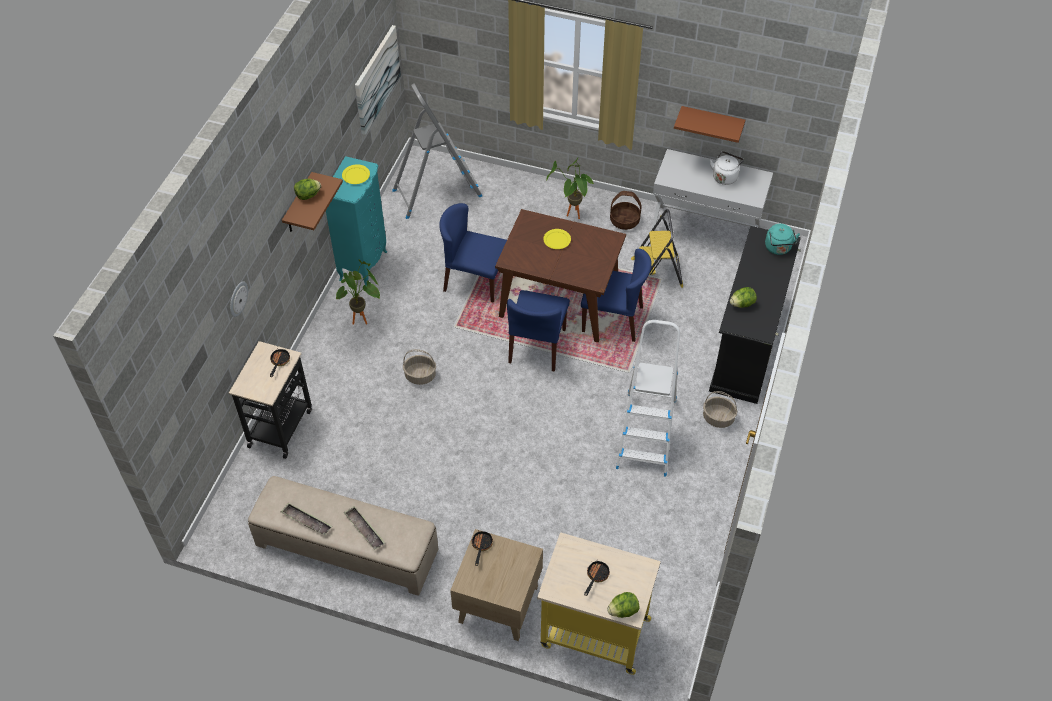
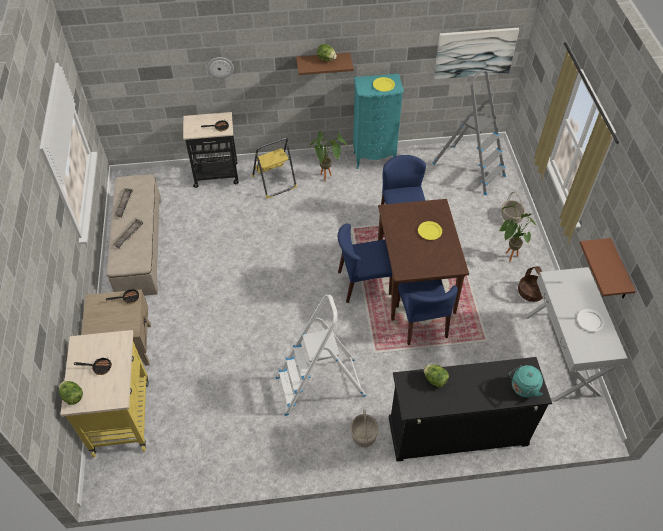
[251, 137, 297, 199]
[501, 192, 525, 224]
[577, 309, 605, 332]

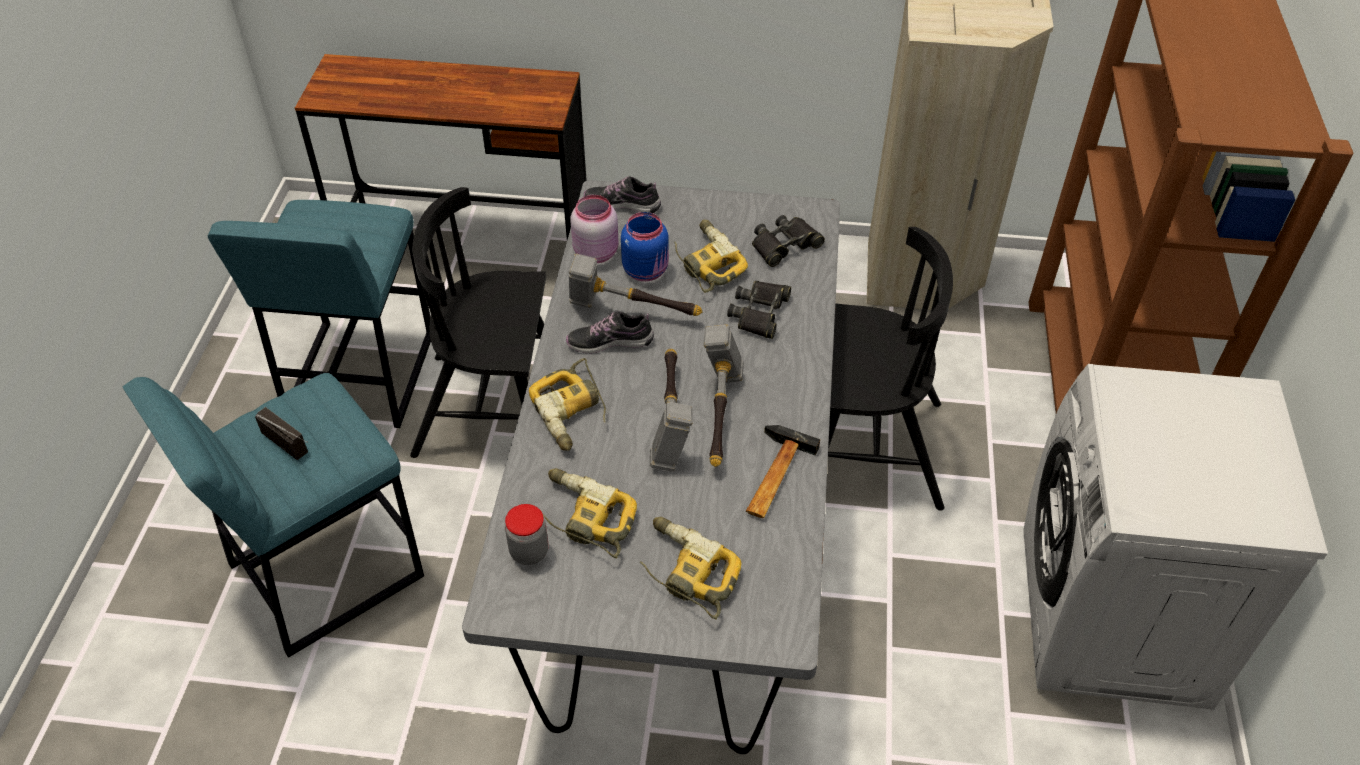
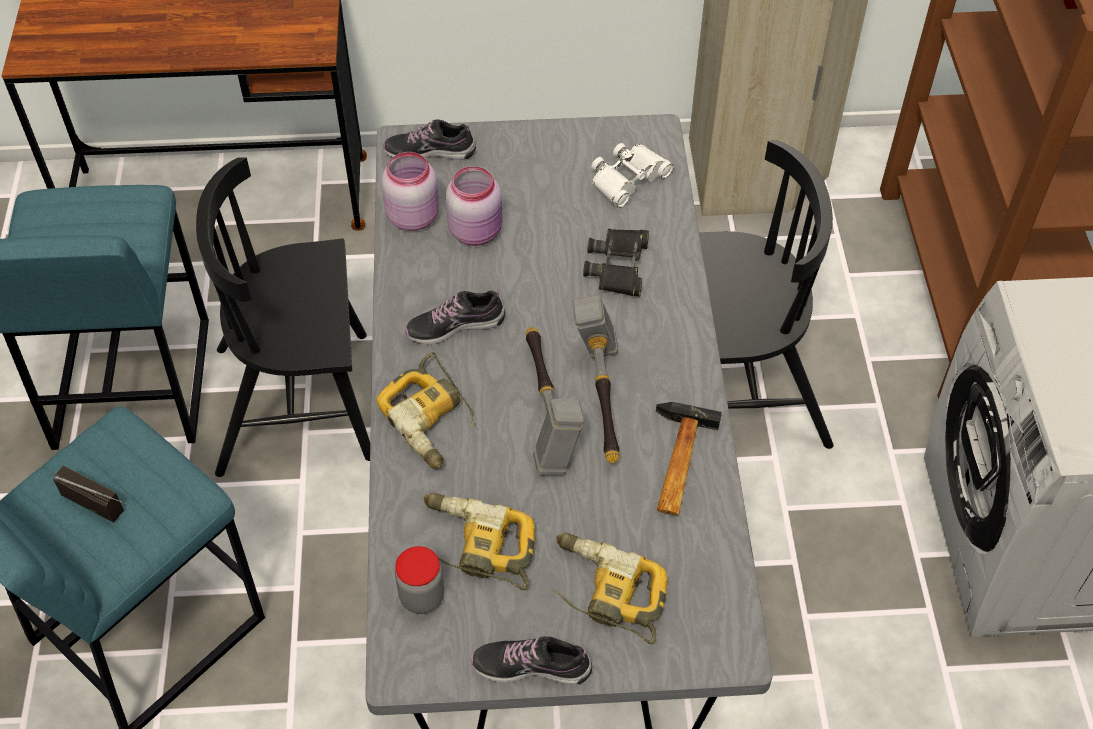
[446, 166, 503, 246]
[470, 636, 592, 685]
[591, 143, 674, 208]
[569, 254, 703, 316] (first image)
[674, 220, 748, 293] (first image)

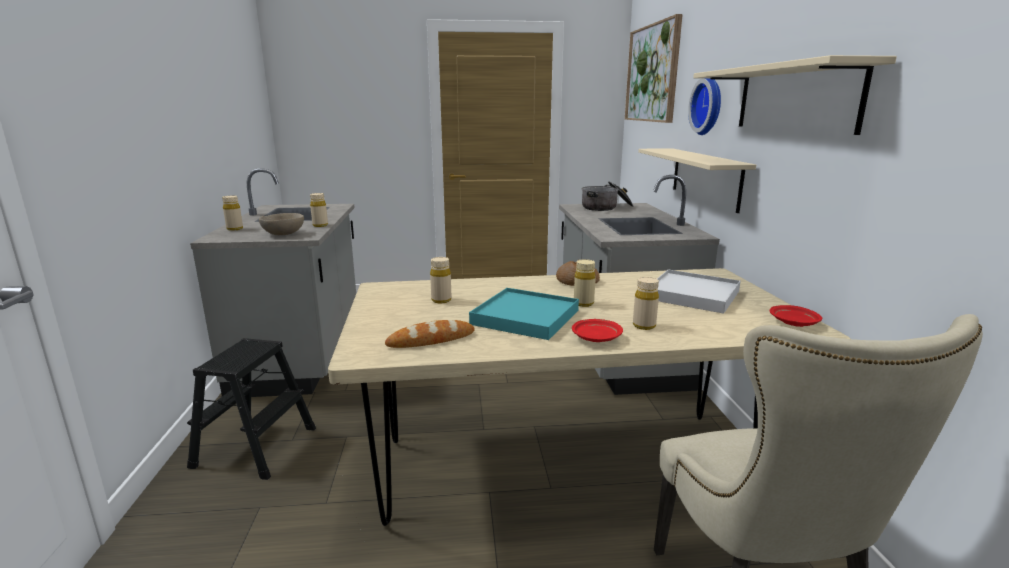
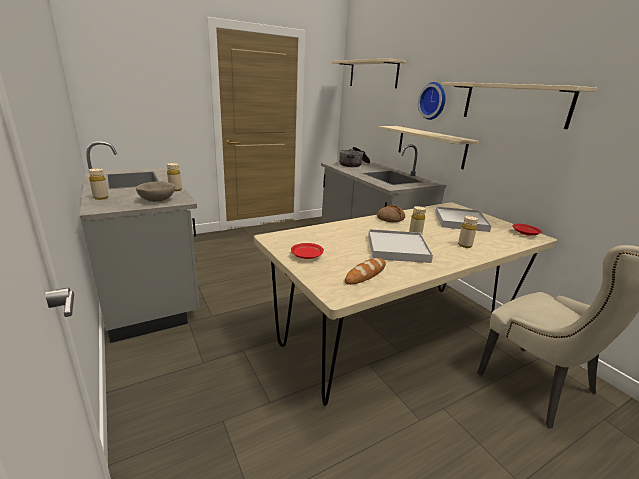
[291, 243, 324, 259]
[332, 58, 407, 88]
[368, 229, 433, 263]
[187, 338, 316, 480] (first image)
[430, 257, 452, 304] (first image)

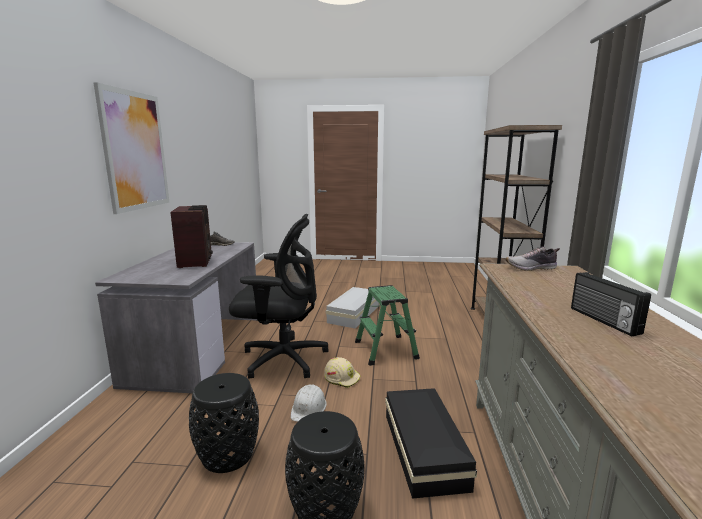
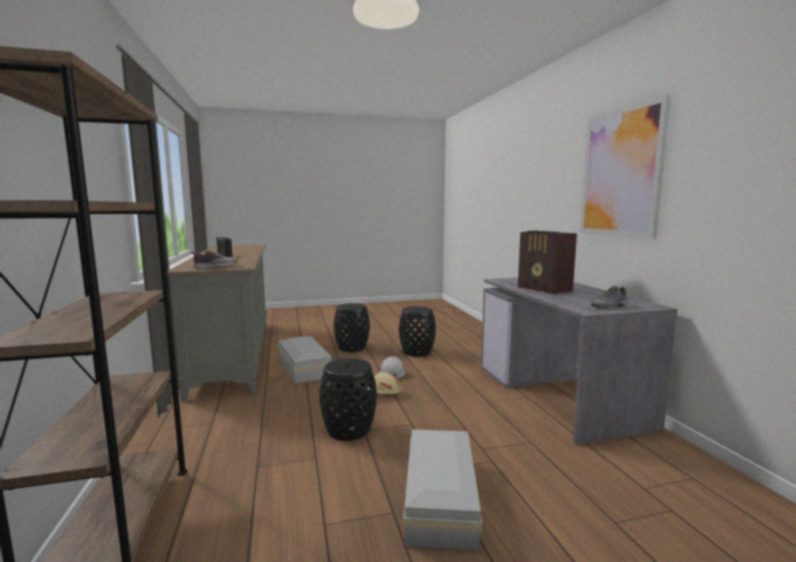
[278, 336, 332, 384]
[319, 358, 377, 441]
[229, 214, 328, 379] (first image)

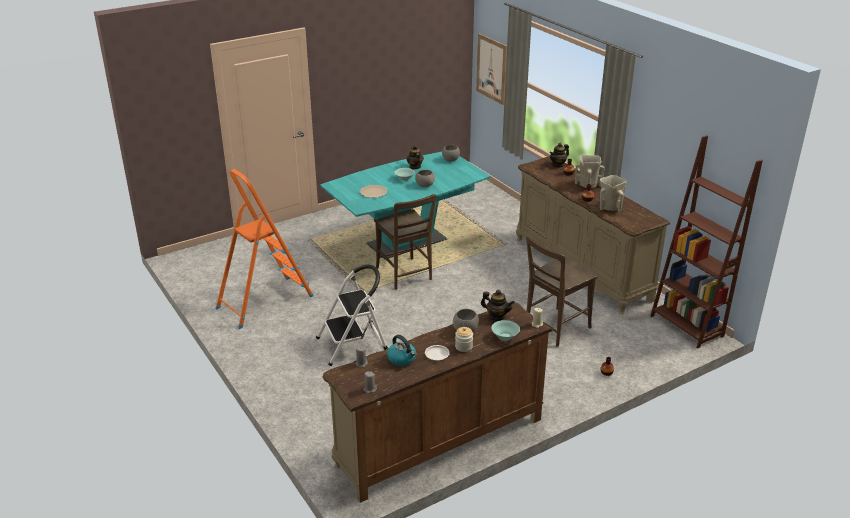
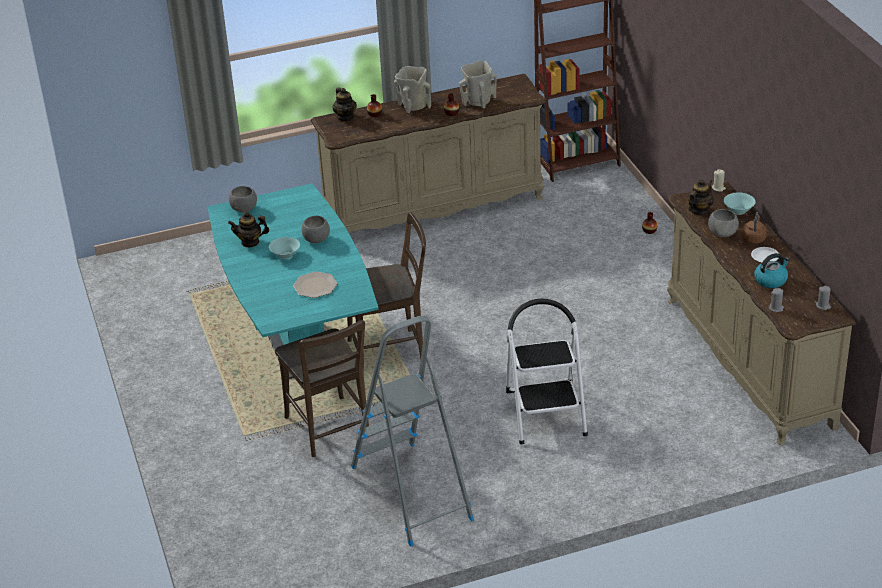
[275, 320, 369, 457]
[351, 316, 474, 546]
[741, 212, 767, 244]
[476, 34, 507, 105] (first image)

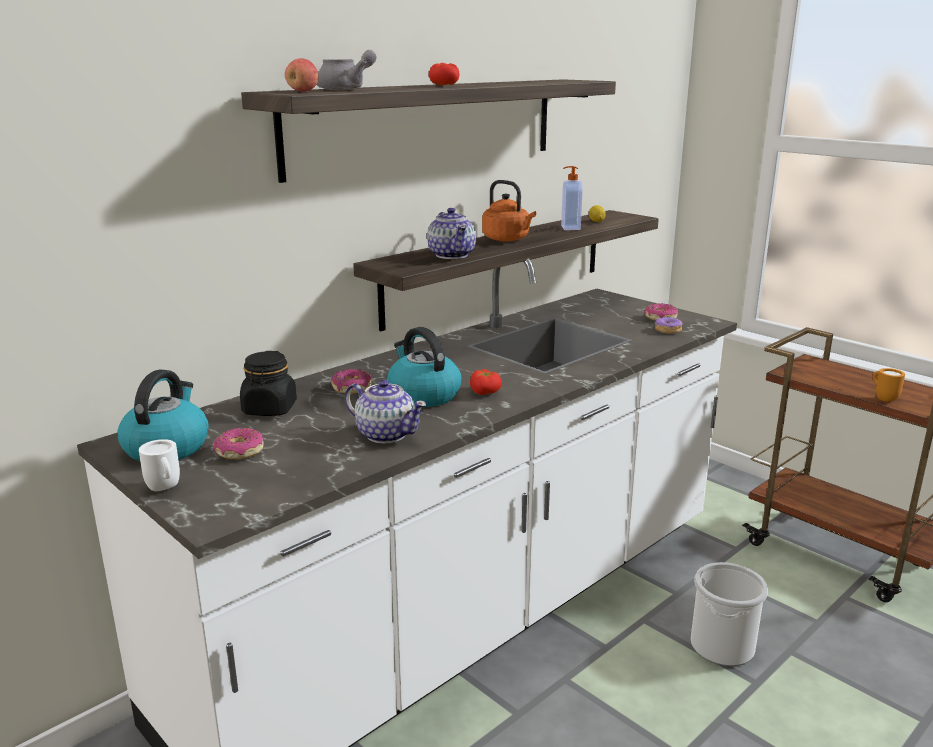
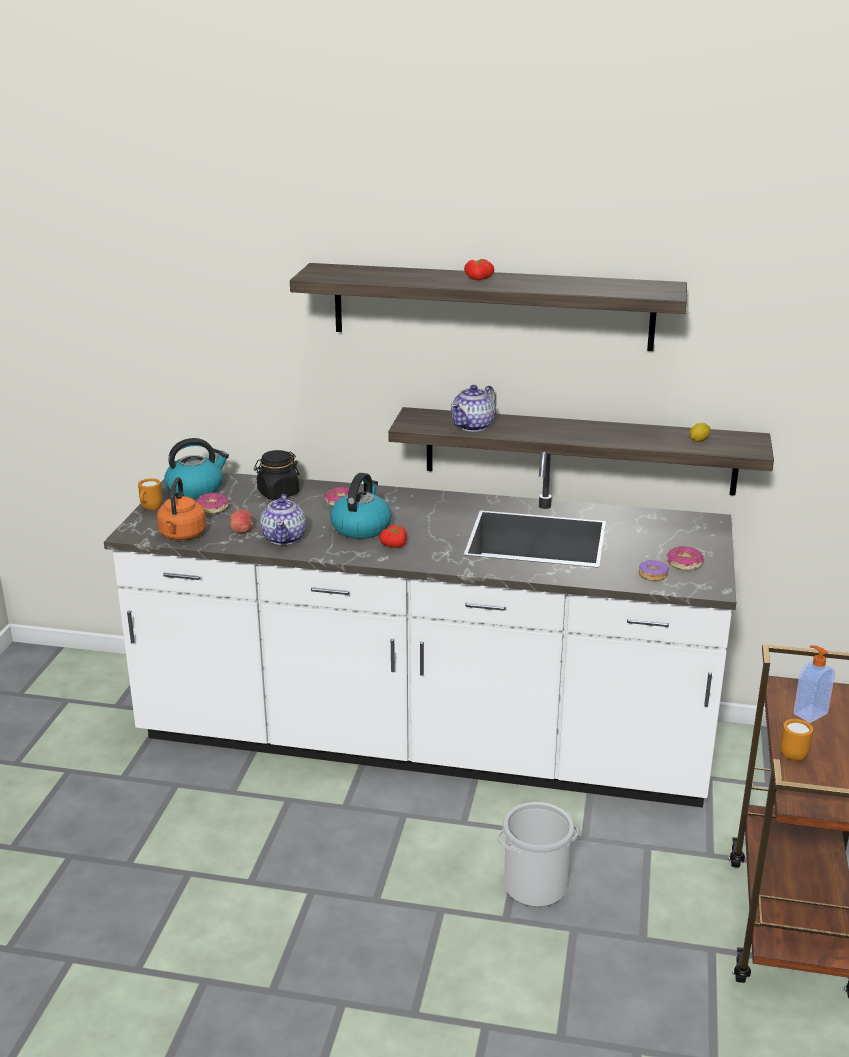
[138, 478, 162, 510]
[157, 477, 206, 540]
[230, 509, 253, 533]
[793, 645, 835, 723]
[317, 50, 377, 90] (first image)

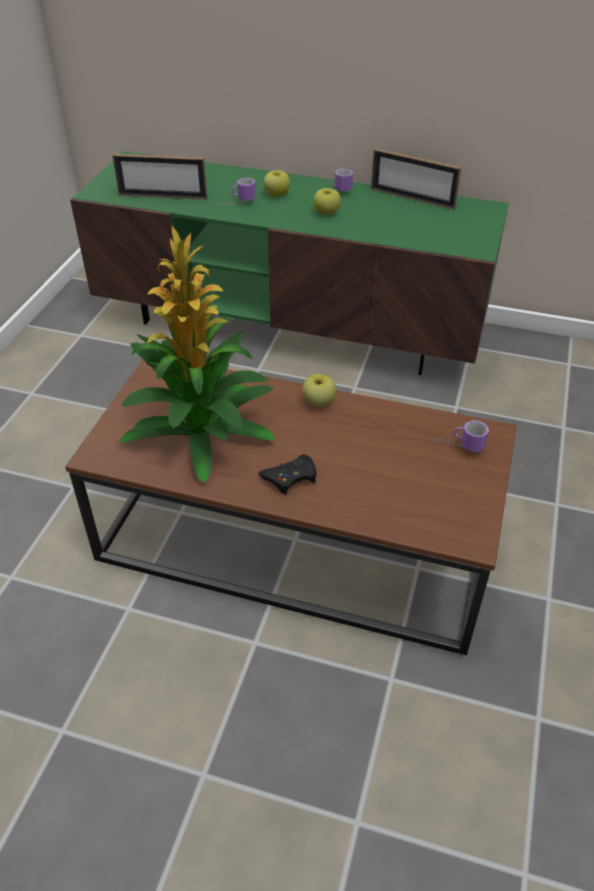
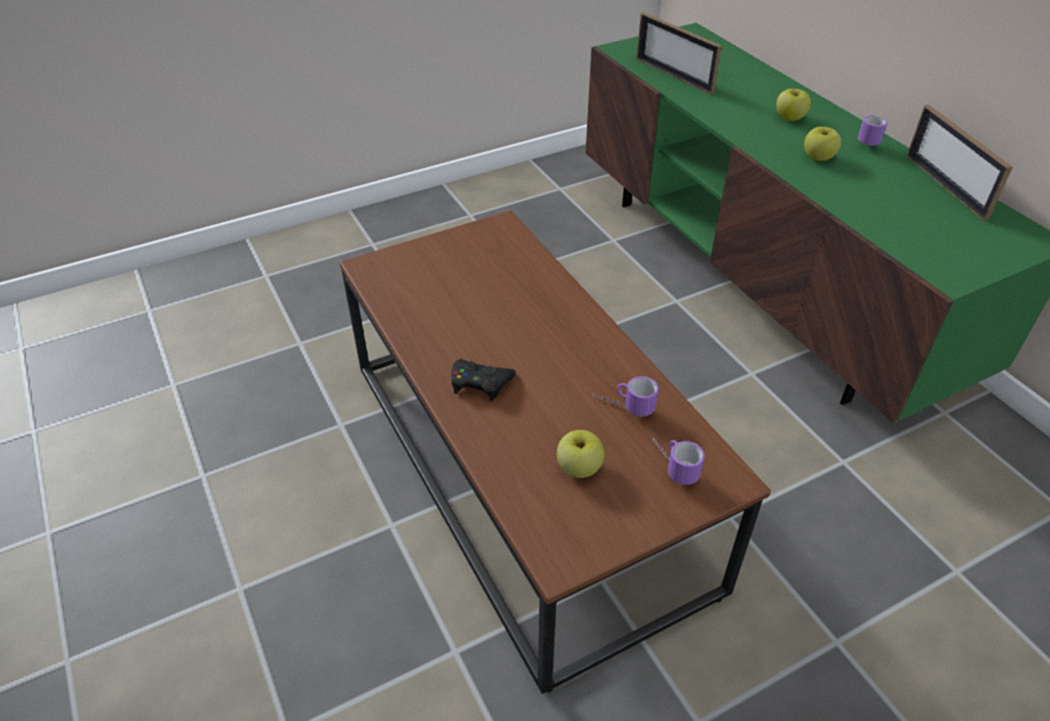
[557, 430, 604, 478]
[592, 376, 659, 416]
[119, 226, 275, 483] (first image)

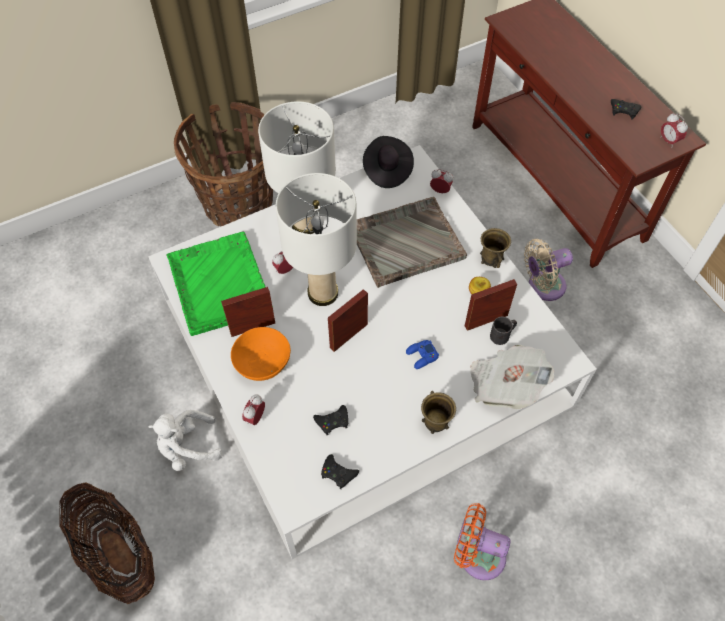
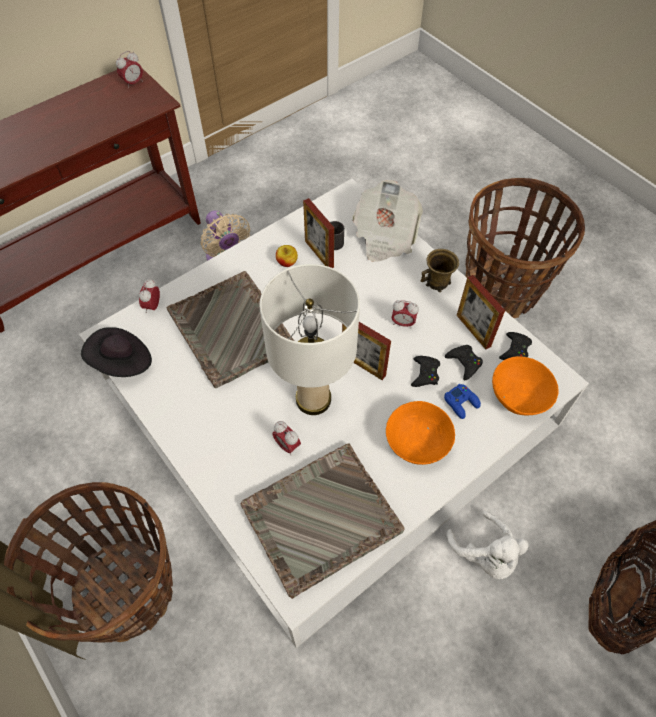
[241, 443, 405, 599]
[391, 300, 419, 329]
[411, 356, 440, 387]
[444, 384, 481, 419]
[457, 275, 505, 350]
[466, 178, 585, 318]
[492, 356, 559, 415]
[258, 101, 336, 234] (first image)
[480, 228, 511, 268] (first image)

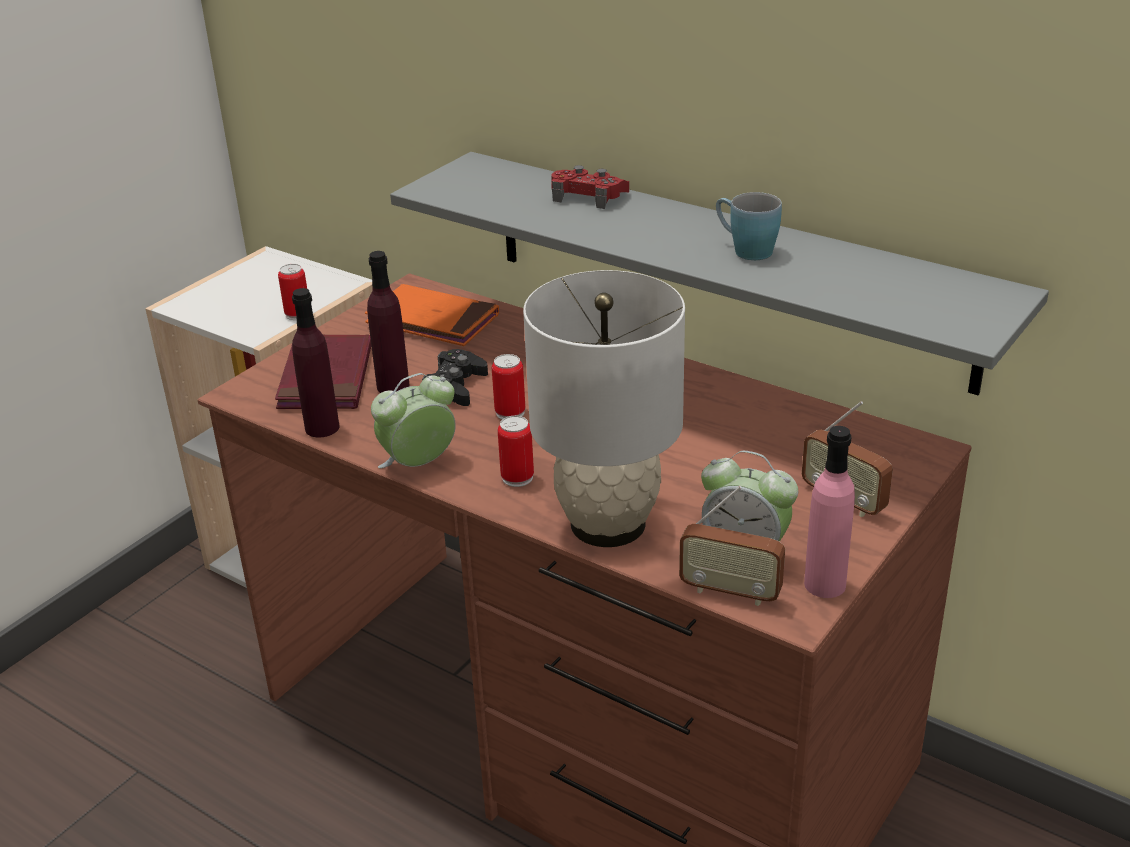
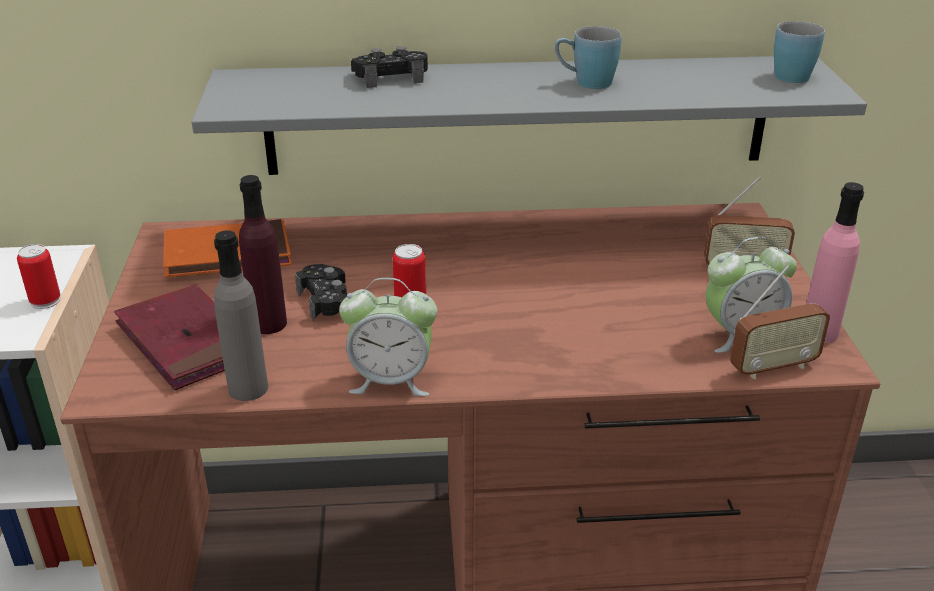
[214, 230, 268, 401]
[339, 278, 437, 396]
[351, 46, 428, 88]
[774, 21, 825, 83]
[498, 416, 534, 487] (first image)
[523, 270, 685, 547] (first image)

